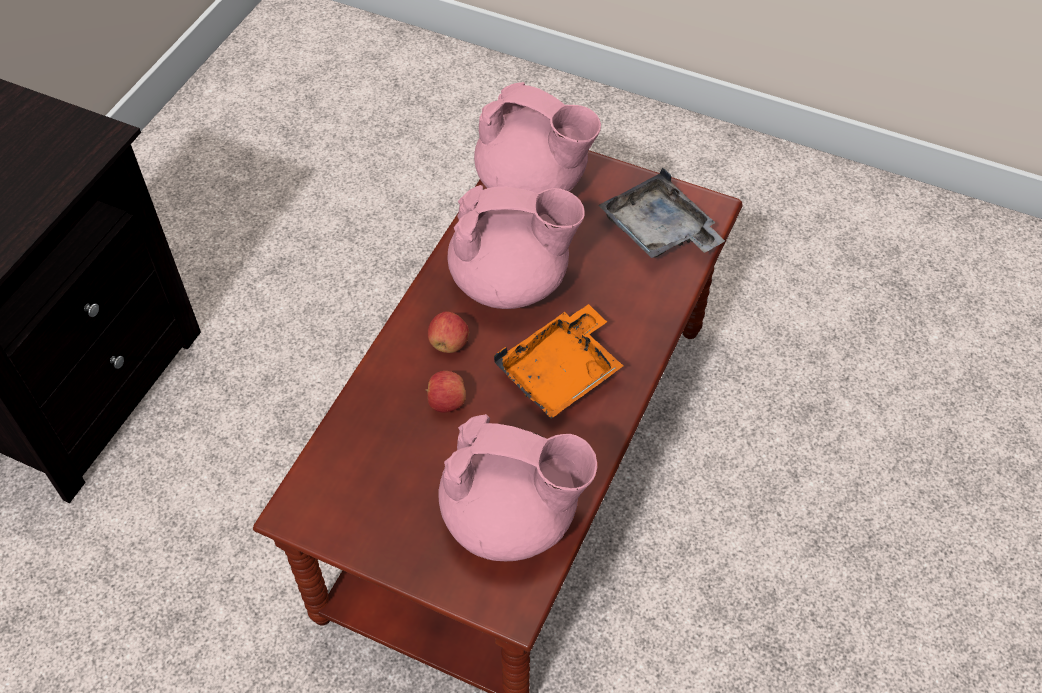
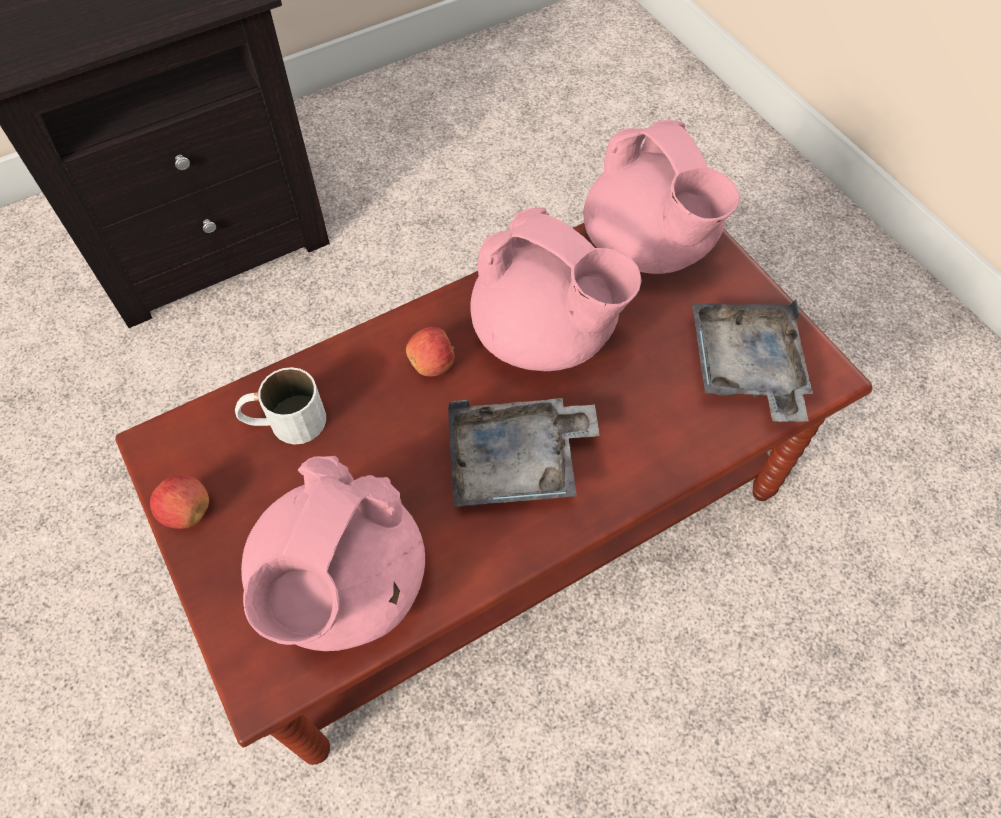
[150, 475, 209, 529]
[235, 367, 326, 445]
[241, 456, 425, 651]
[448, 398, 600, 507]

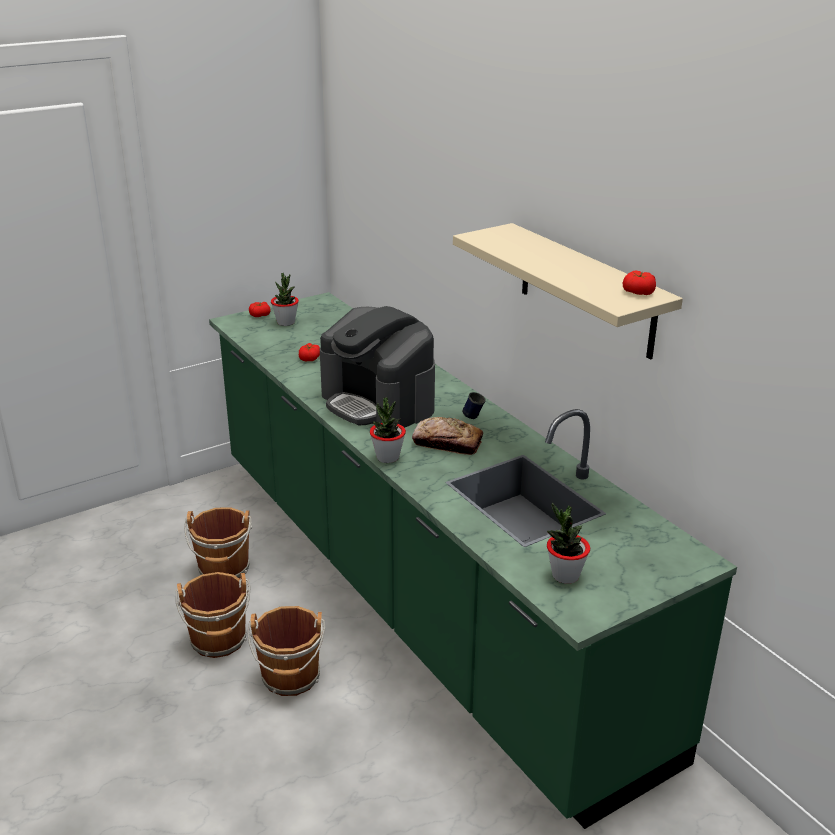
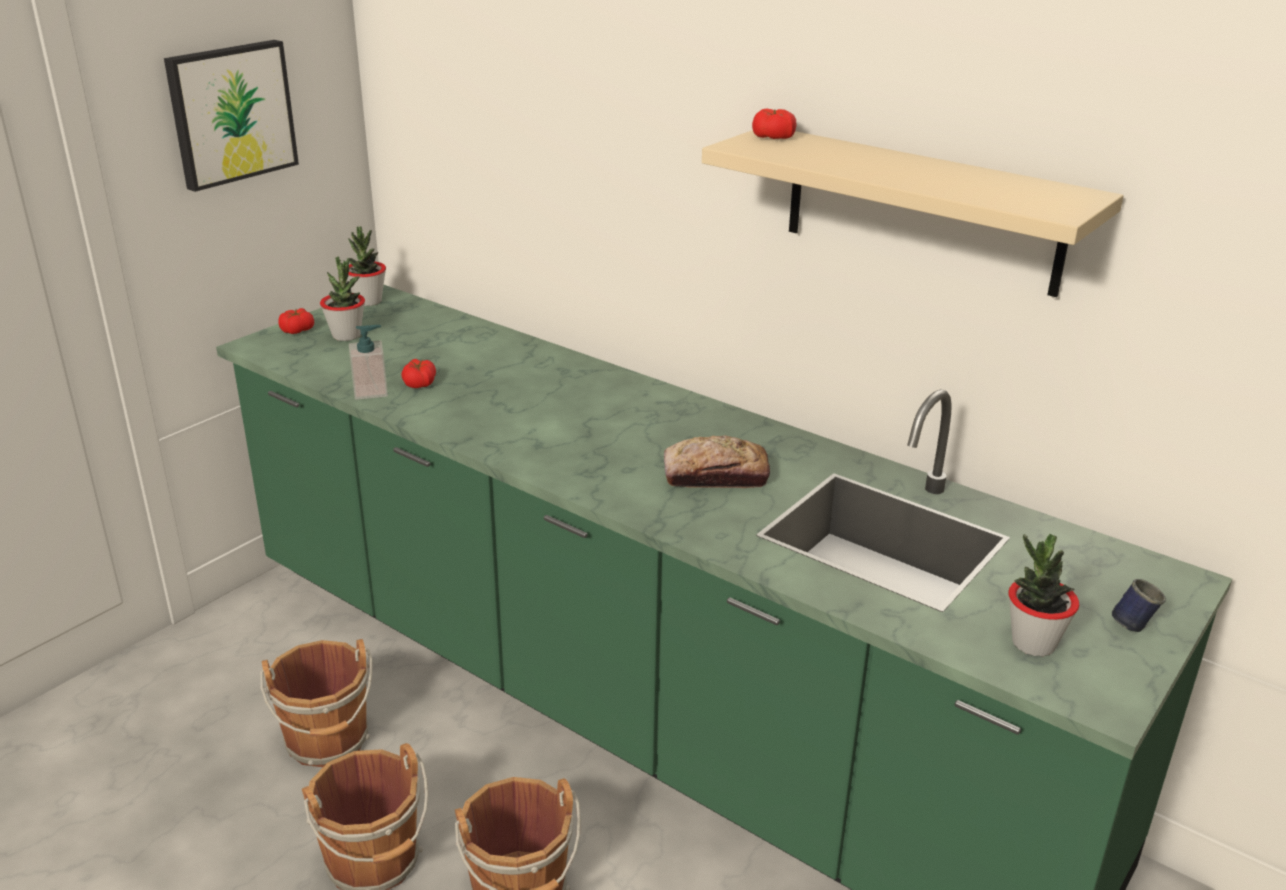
[164, 40, 299, 192]
[347, 226, 386, 306]
[349, 325, 388, 400]
[752, 109, 797, 139]
[1112, 579, 1166, 632]
[320, 306, 435, 428] (first image)

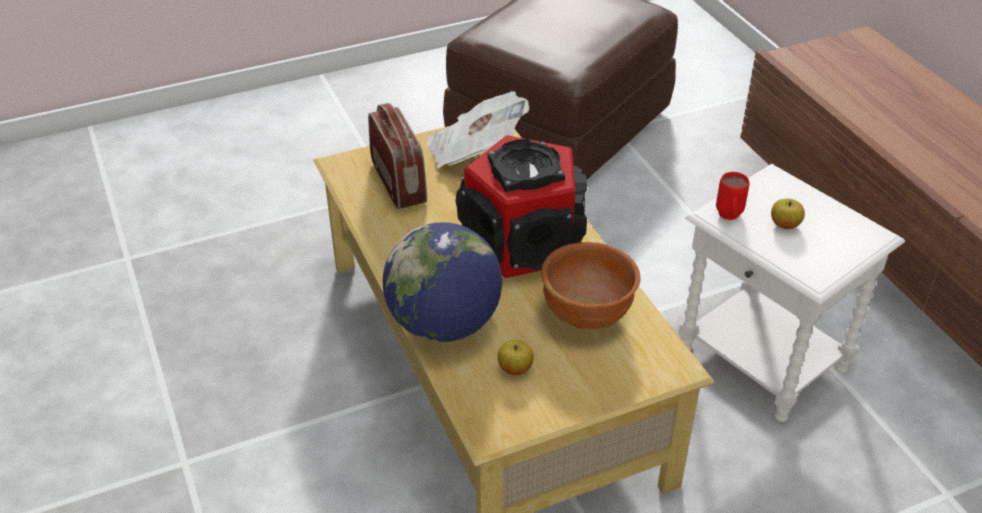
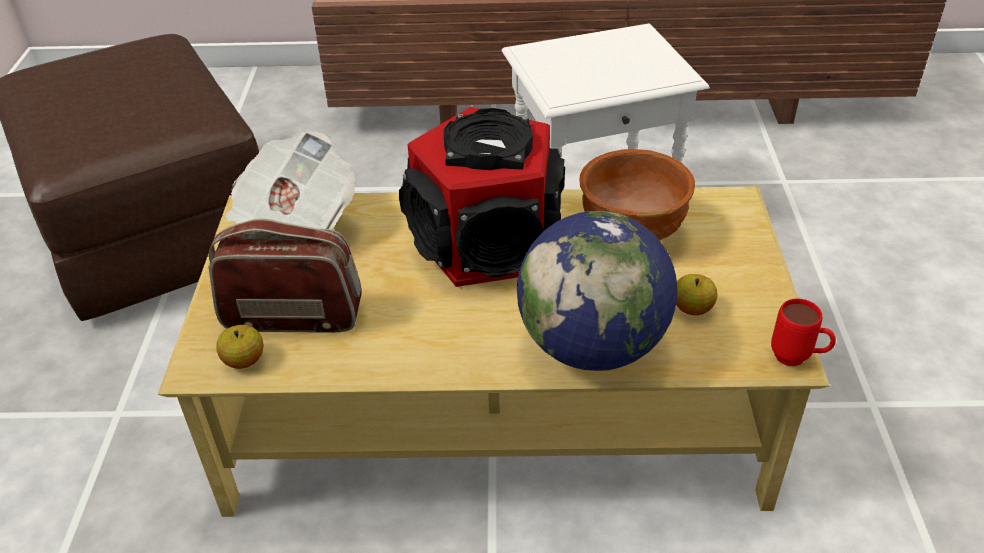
[216, 325, 263, 369]
[771, 299, 836, 366]

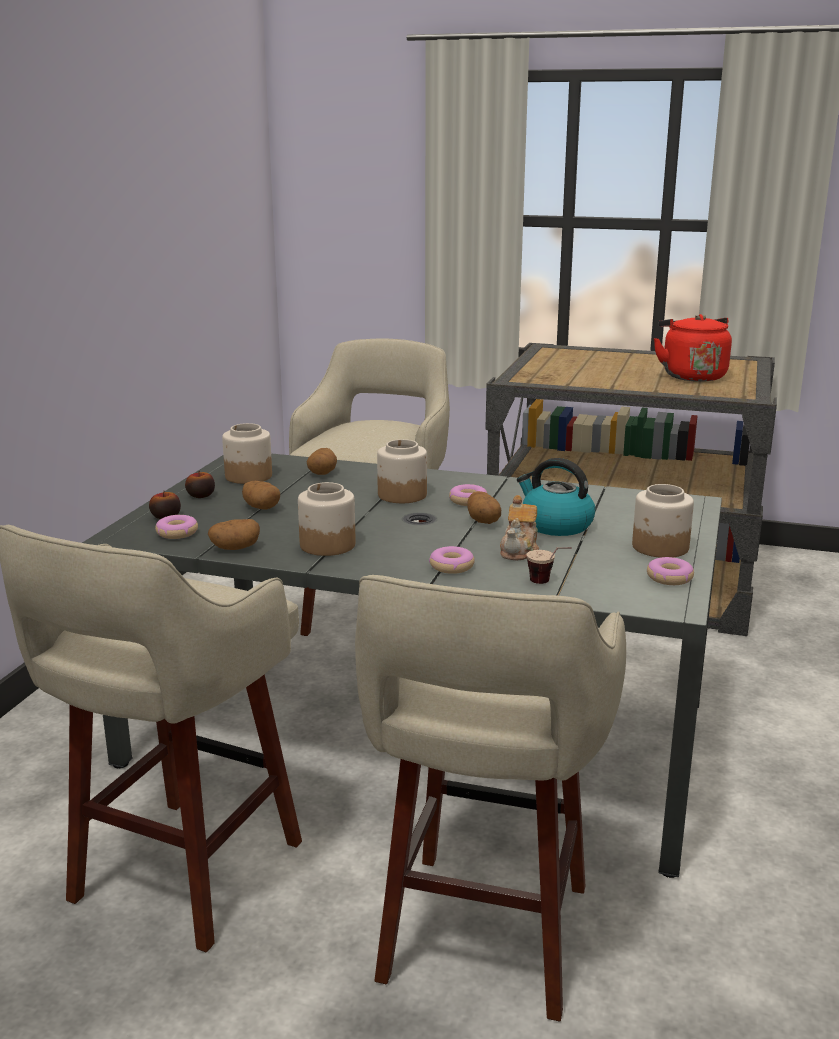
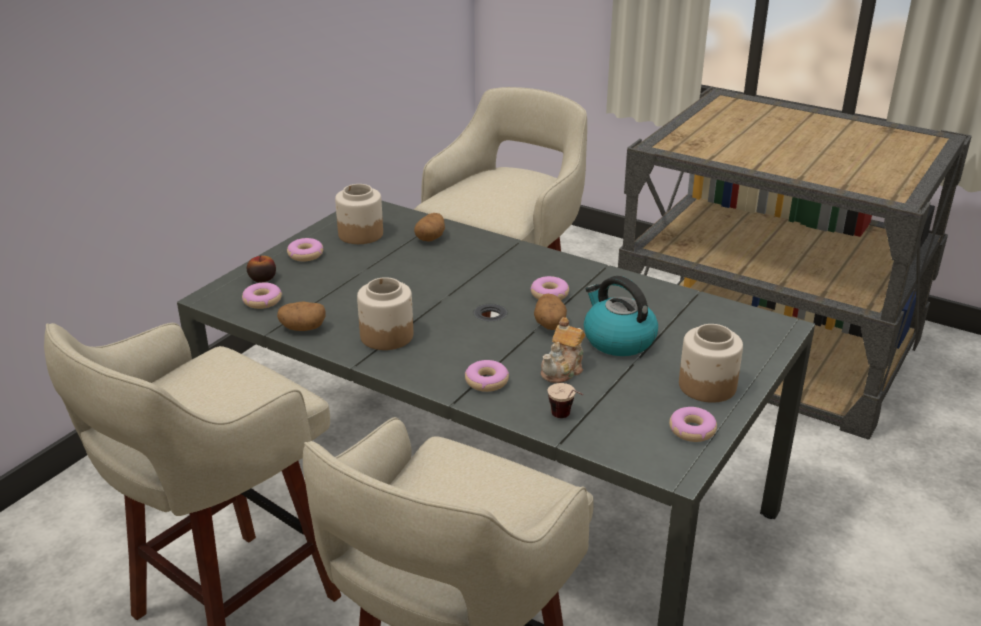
[287, 238, 323, 261]
[242, 481, 280, 509] (first image)
[377, 439, 427, 503] (first image)
[654, 314, 732, 382] (first image)

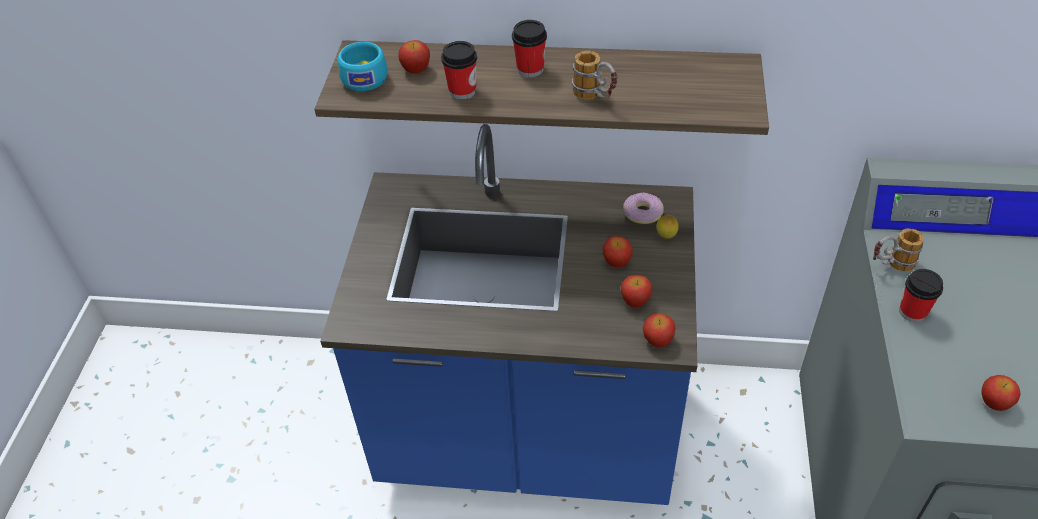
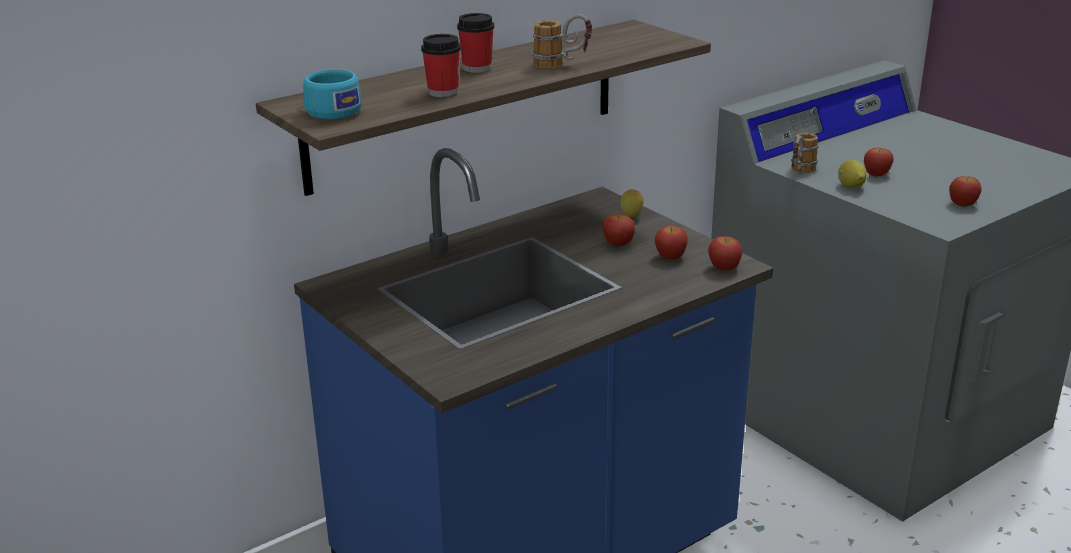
[838, 160, 867, 188]
[864, 148, 894, 176]
[623, 193, 664, 224] (first image)

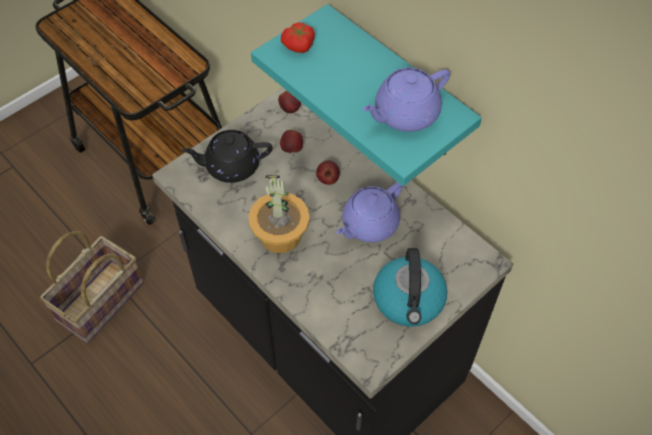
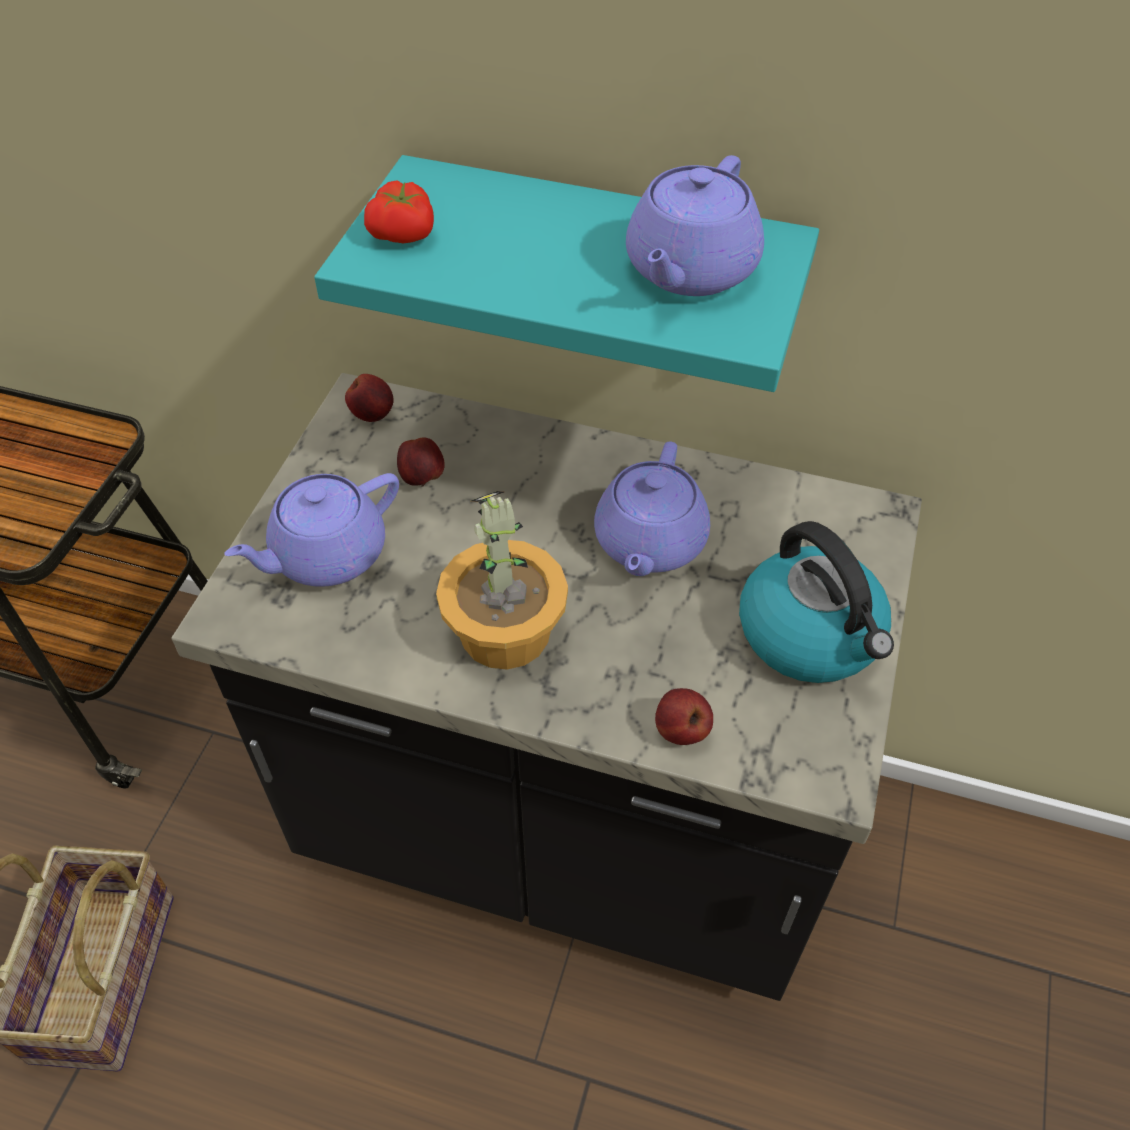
[224, 473, 399, 587]
[655, 688, 713, 745]

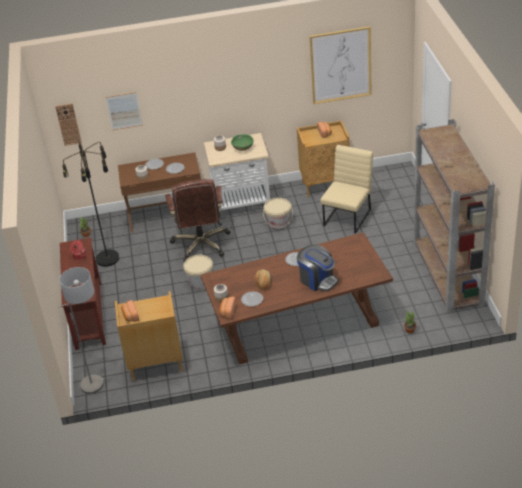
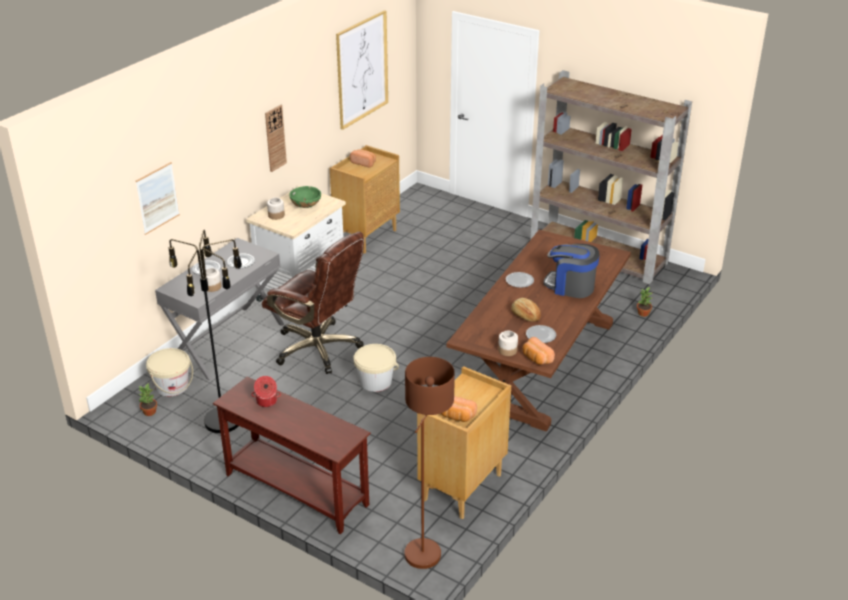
[146, 348, 193, 396]
[155, 238, 284, 380]
[265, 105, 287, 172]
[404, 357, 455, 569]
[543, 244, 599, 298]
[320, 145, 373, 234] (first image)

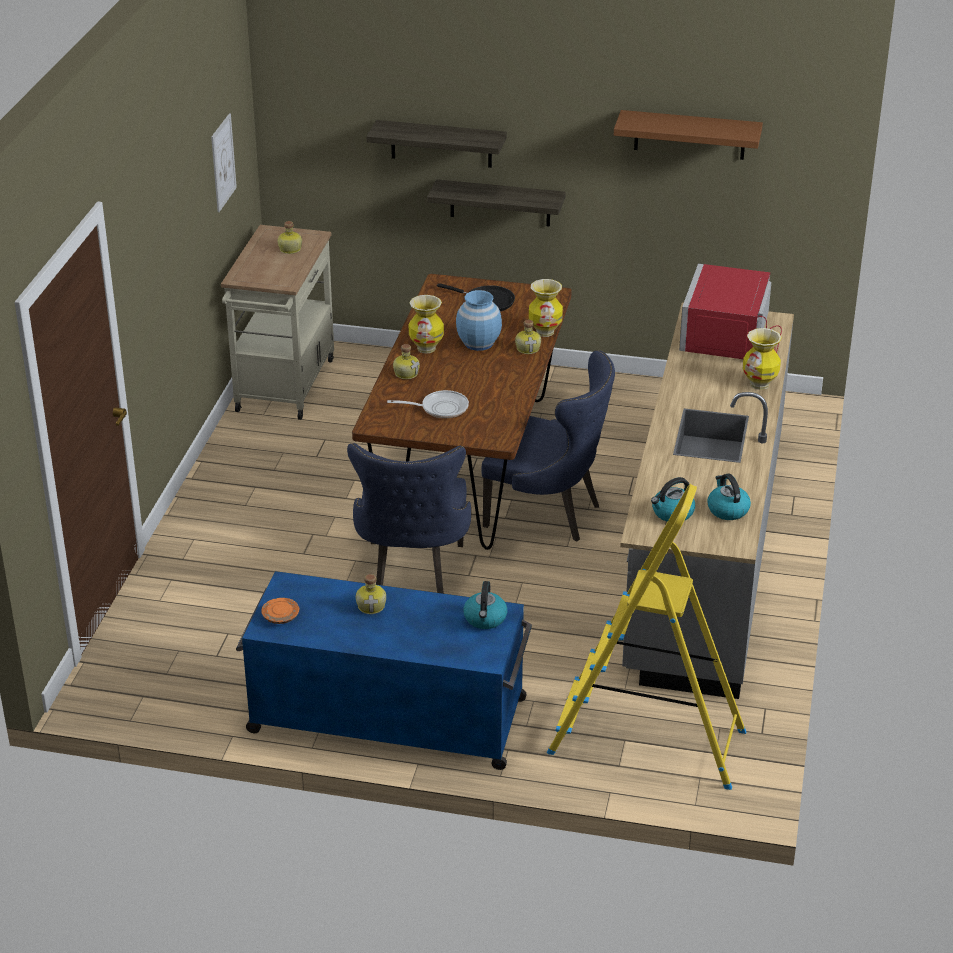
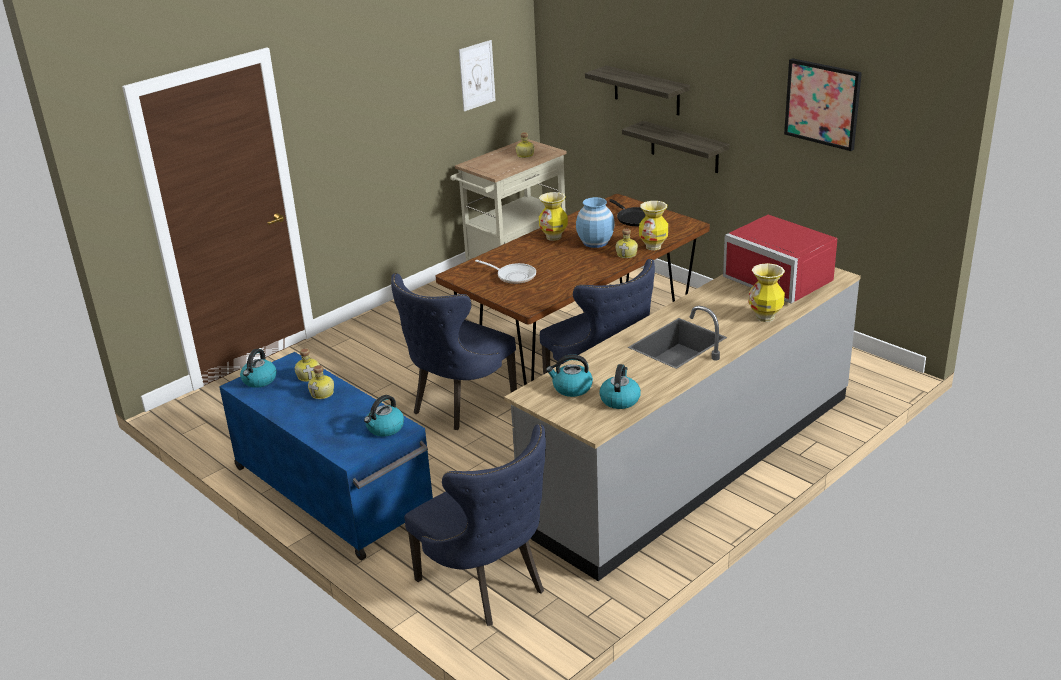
[240, 349, 277, 388]
[295, 348, 320, 382]
[405, 424, 546, 626]
[723, 215, 838, 303]
[784, 58, 862, 151]

